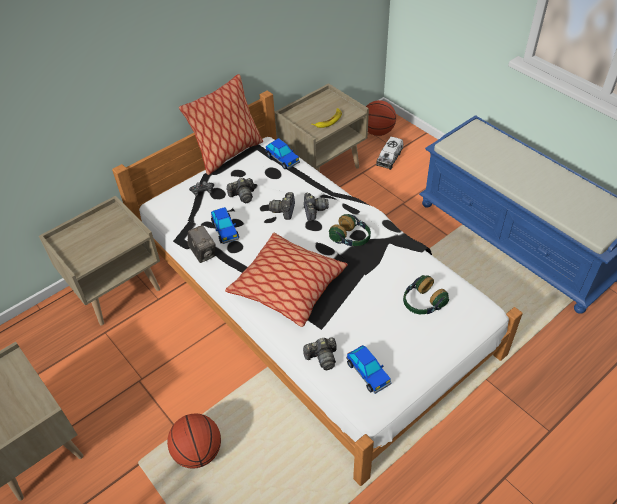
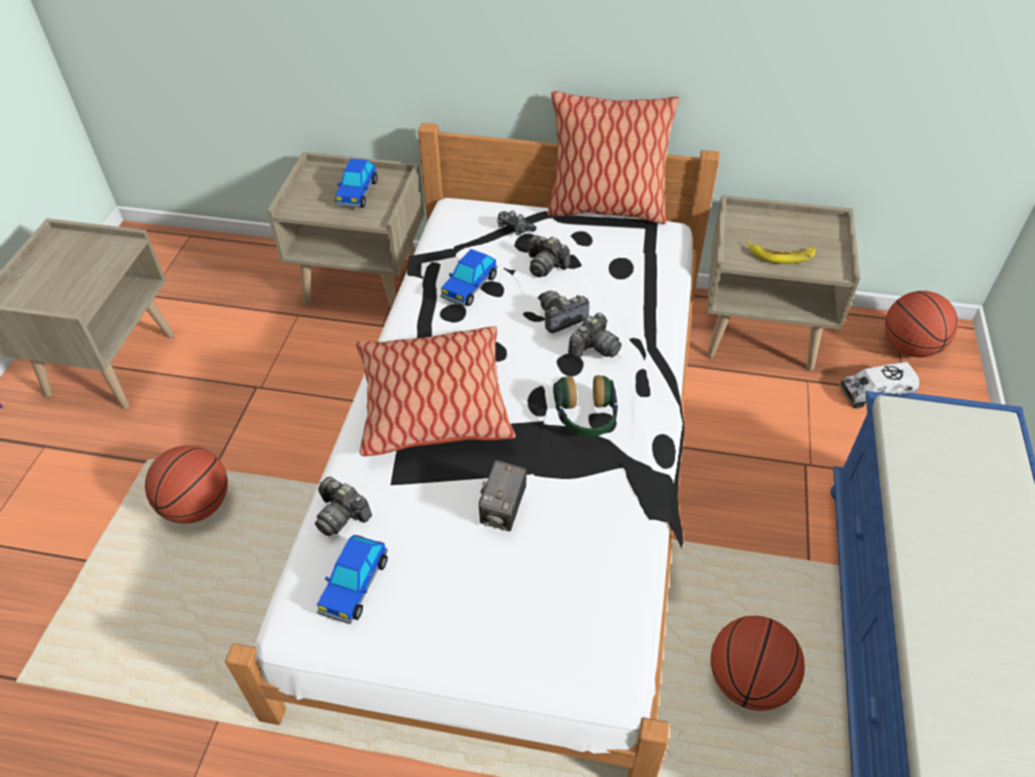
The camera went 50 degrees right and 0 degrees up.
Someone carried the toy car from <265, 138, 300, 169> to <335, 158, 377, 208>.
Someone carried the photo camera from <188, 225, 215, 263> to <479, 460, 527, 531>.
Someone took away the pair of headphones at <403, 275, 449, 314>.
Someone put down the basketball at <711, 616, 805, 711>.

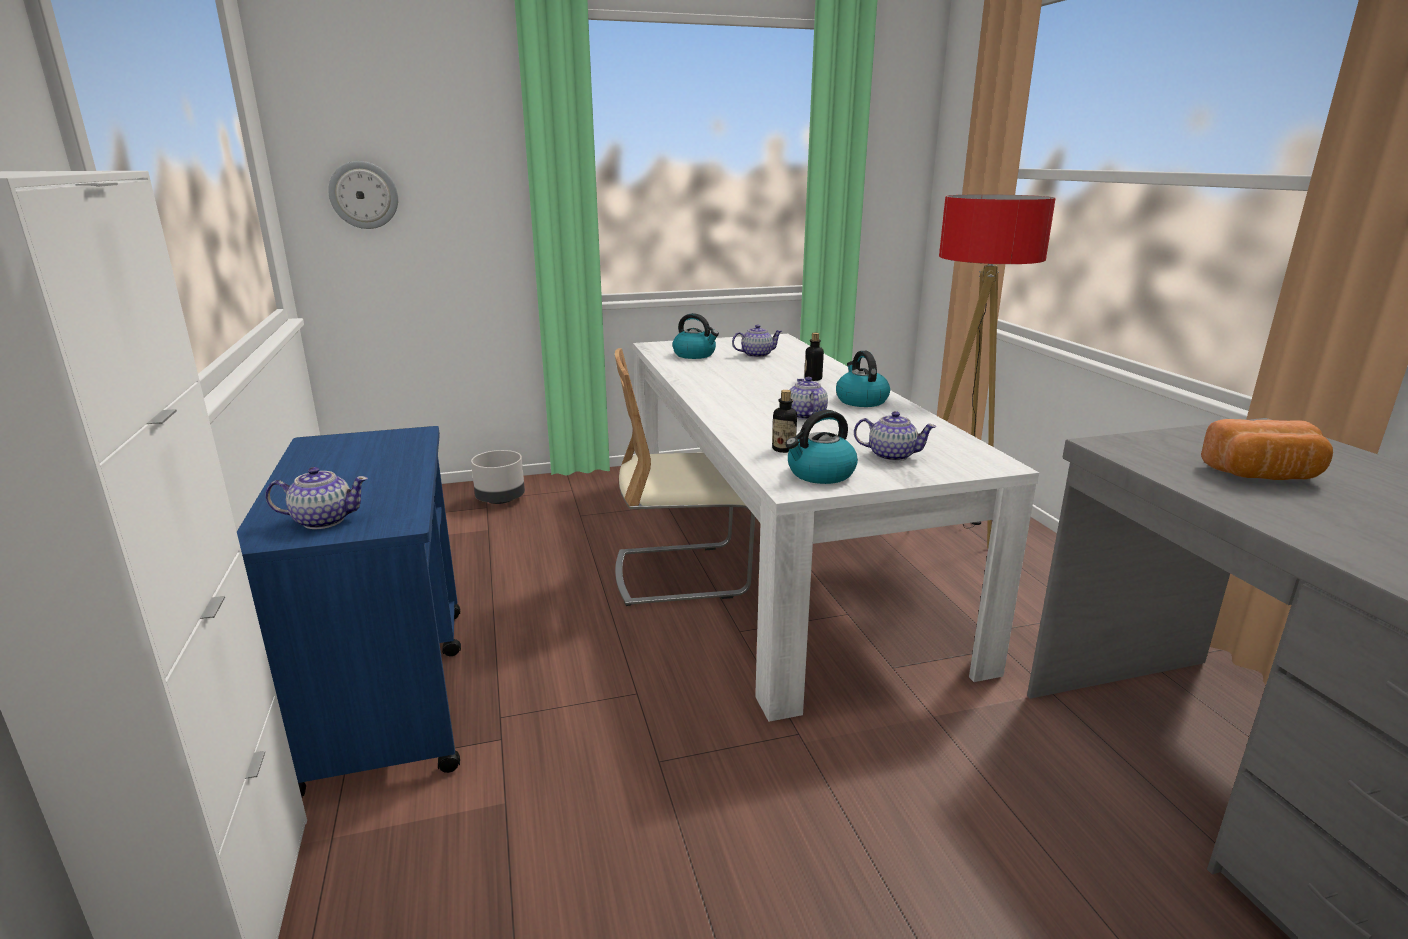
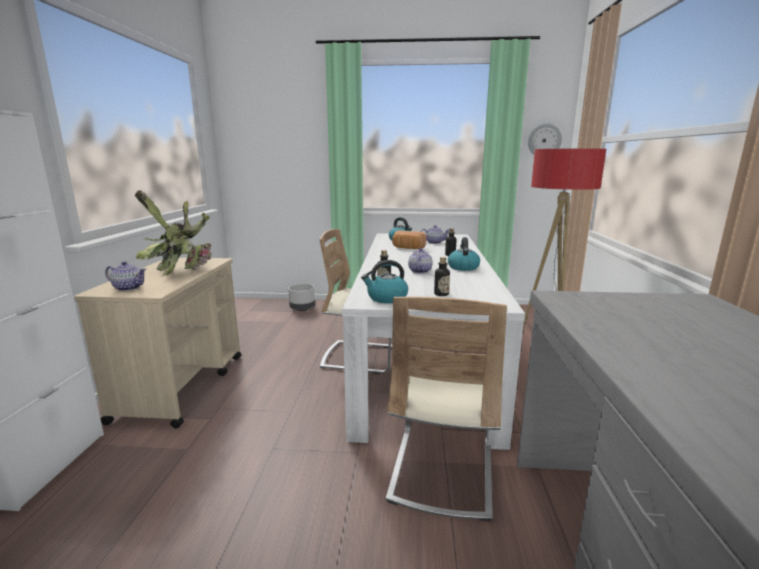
The camera went 20 degrees right and 5 degrees down.
Someone carried the clock on the wall from <328, 161, 398, 229> to <528, 123, 562, 155>.
Someone swapped the pot for tea at <854, 411, 936, 462> for the drink bottle at <434, 257, 450, 296>.
Someone carried the baked bread from <1201, 419, 1333, 480> to <392, 231, 427, 249>.
Someone repainted the bluish cart at <237, 426, 461, 797>, which became the beige-coloured cart at <74, 257, 241, 429>.
Someone put down the potted plant at <135, 190, 212, 277>.
Someone put down the beige-coloured plain chair at <386, 296, 507, 521>.

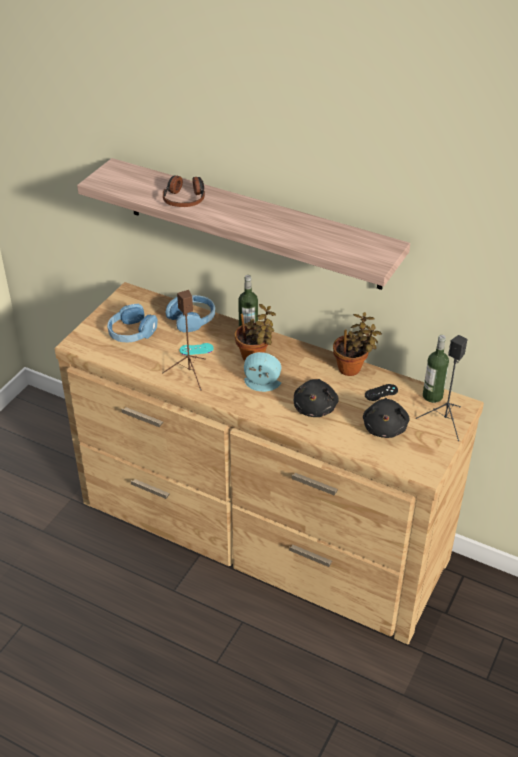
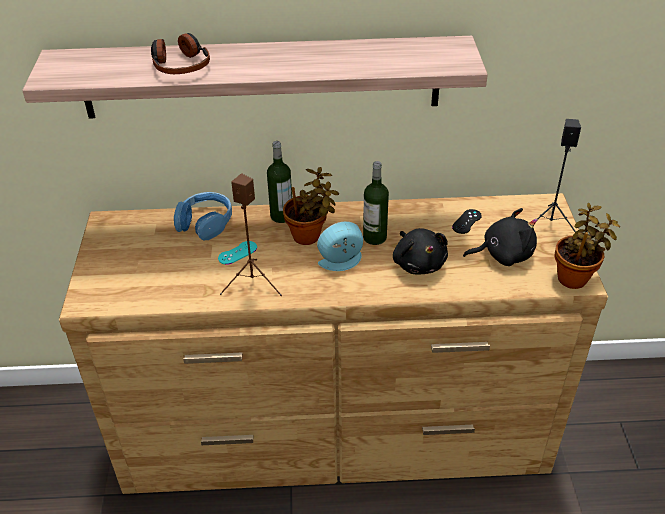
The camera went 30 degrees left and 0 degrees up.
Someone took away the bluish pair of headphones at <107, 304, 158, 343>.
Someone carried the potted plant from <333, 312, 382, 376> to <554, 203, 620, 289>.
Someone carried the drink bottle from <423, 335, 449, 403> to <363, 161, 389, 245>.
Someone rotated the blackish cuddly toy at <363, 398, 409, 438> by 75 degrees counterclockwise.

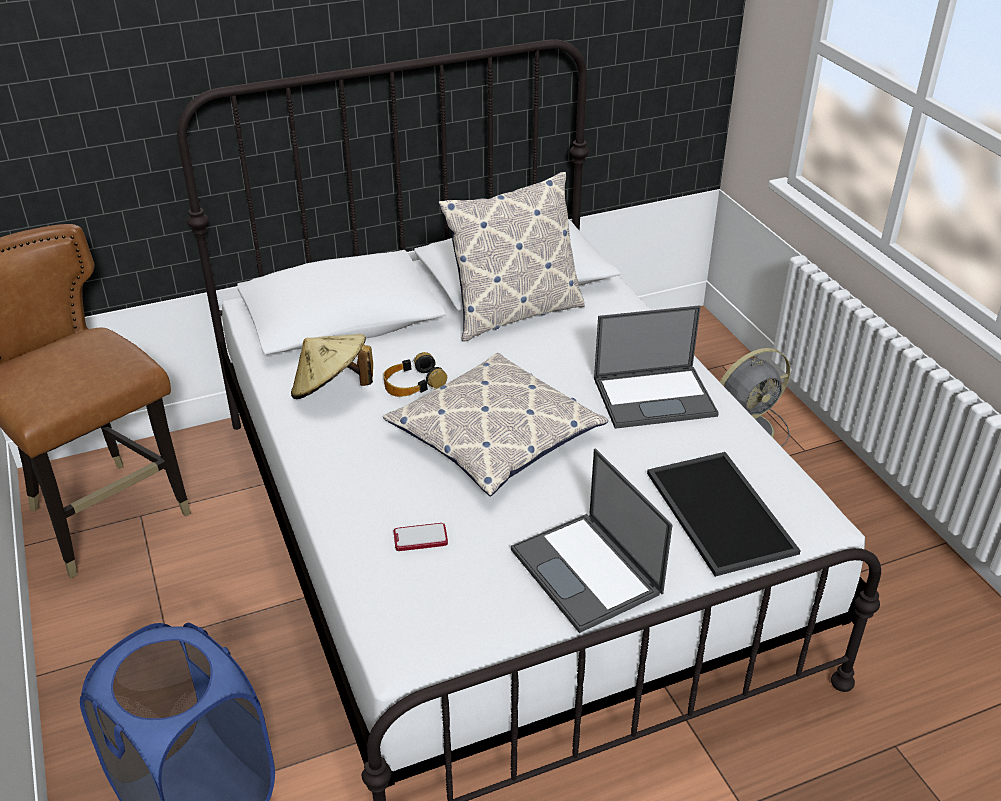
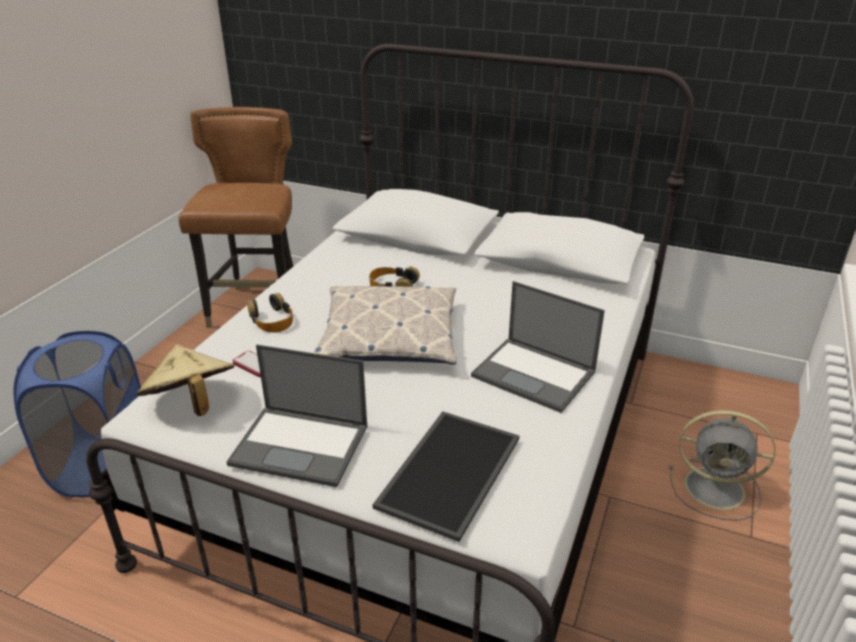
The camera went 45 degrees right and 5 degrees down.
Someone took away the cushion at <438, 172, 585, 342>.
Someone carried the beige-coloured hat from <291, 334, 373, 399> to <137, 344, 235, 416>.
Someone rotated the notebook computer at <511, 449, 673, 633> by 90 degrees counterclockwise.
Someone put down the pair of headphones at <247, 293, 293, 333>.

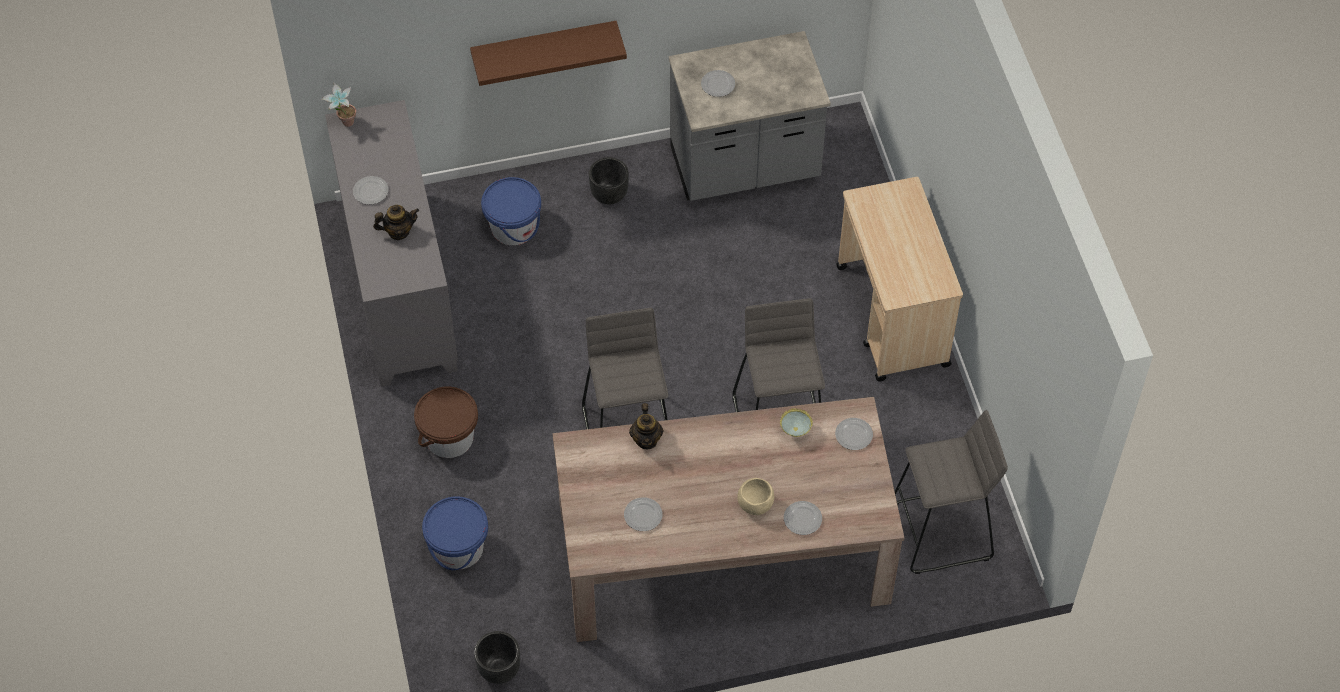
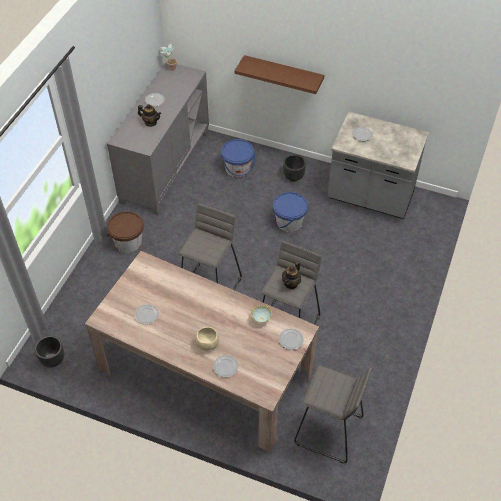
The camera went 35 degrees right and 5 degrees down.
Someone took away the beige-coloured cart at <836, 177, 963, 382>.
Someone carried the pot for tea from <629, 403, 663, 450> to <282, 261, 301, 289>.
Someone carried the bluish pail from <422, 496, 488, 570> to <273, 192, 308, 232>.

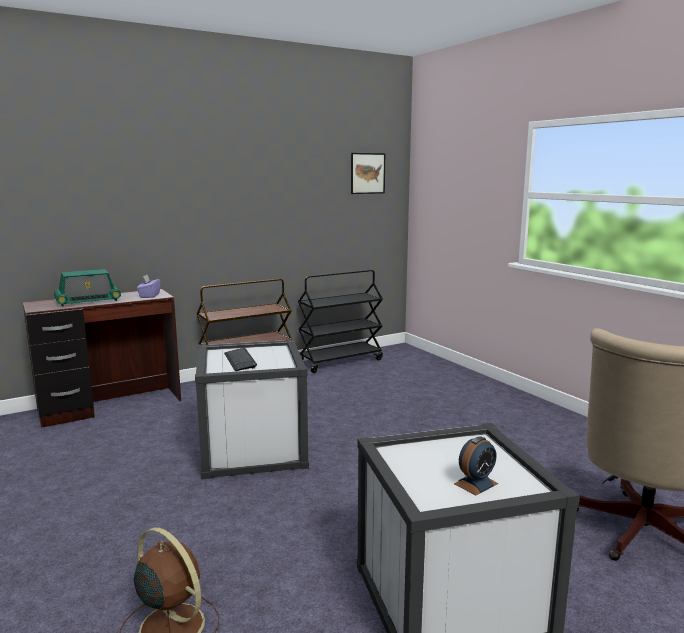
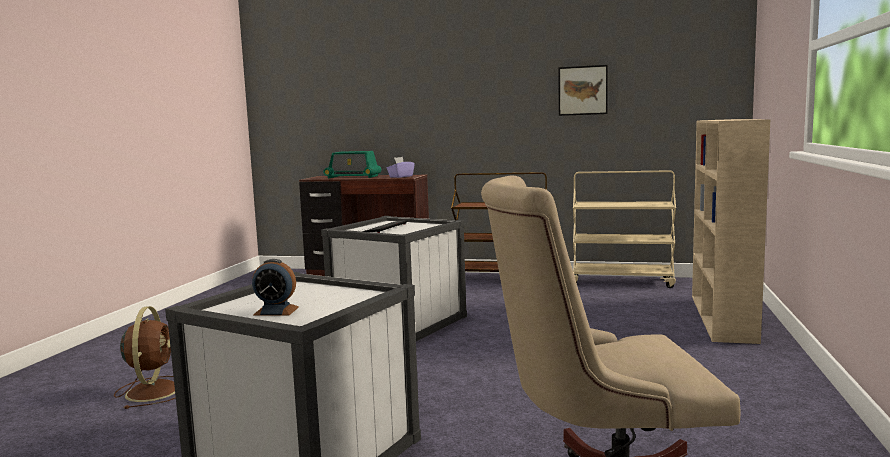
The camera went 45 degrees right and 5 degrees down.
Someone carried the wall picture from <351, 153, 385, 194> to <558, 65, 608, 116>.
Someone repainted the blackish cart at <298, 270, 383, 373>, which became the beige-coloured cart at <573, 170, 676, 288>.
Someone put down the beige-coloured bookcase at <692, 119, 770, 344>.

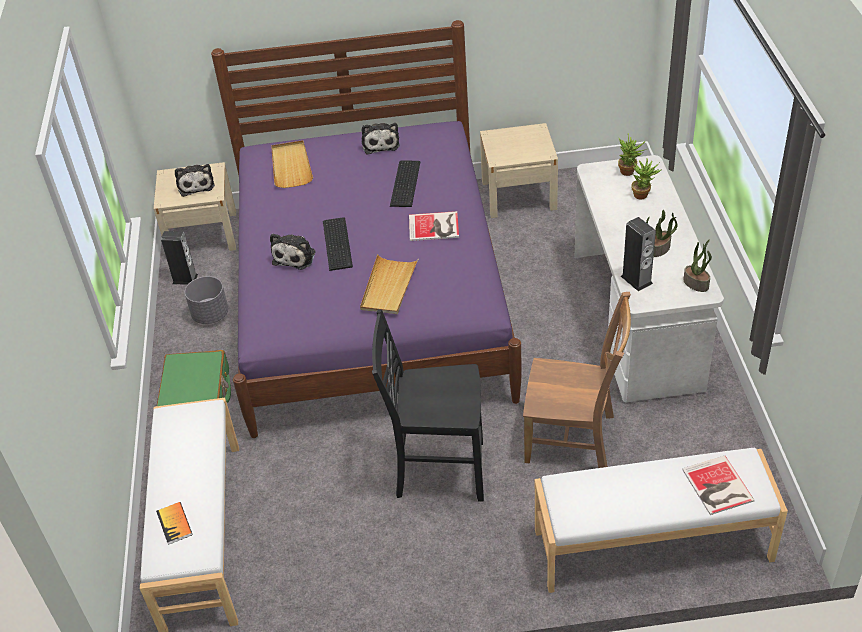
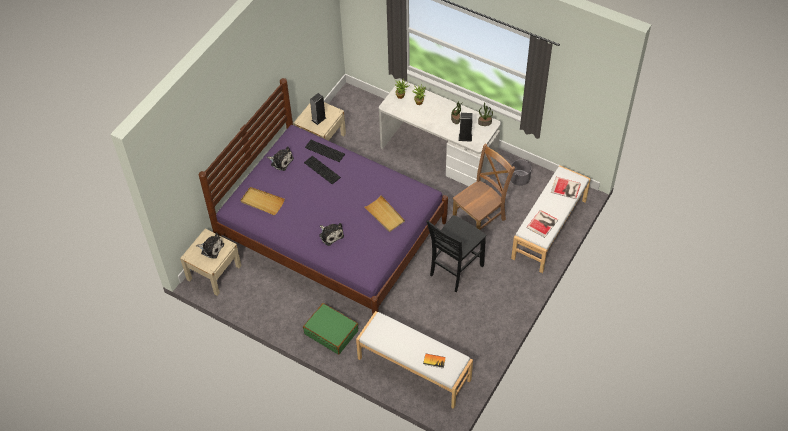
The camera went 55 degrees left and 10 degrees up.
Someone carried the volume from <409, 211, 459, 241> to <526, 210, 558, 238>.
Someone carried the PC keyboard from <323, 217, 353, 271> to <305, 140, 345, 162>.
Someone carried the speaker from <161, 231, 198, 285> to <310, 93, 326, 125>.
Someone carried the grey planter from <185, 276, 228, 324> to <511, 160, 531, 186>.

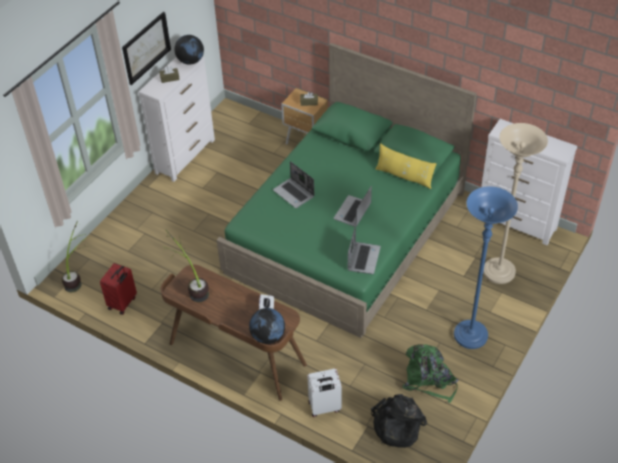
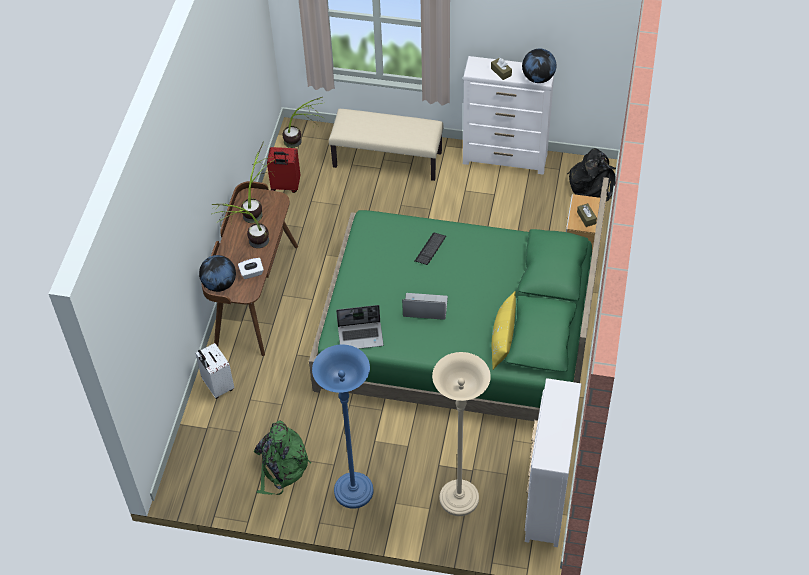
The camera went 70 degrees right and 5 degrees up.
Someone took away the wall picture at <122, 12, 171, 85>.
Someone swapped the notebook computer at <273, 161, 314, 208> for the PC keyboard at <415, 232, 446, 265>.
Someone carried the blackish backpack from <371, 394, 427, 448> to <567, 148, 616, 202>.
Someone put down the beige-coloured bench at <329, 109, 444, 181>.
Someone put down the potted plant at <211, 203, 269, 248>.

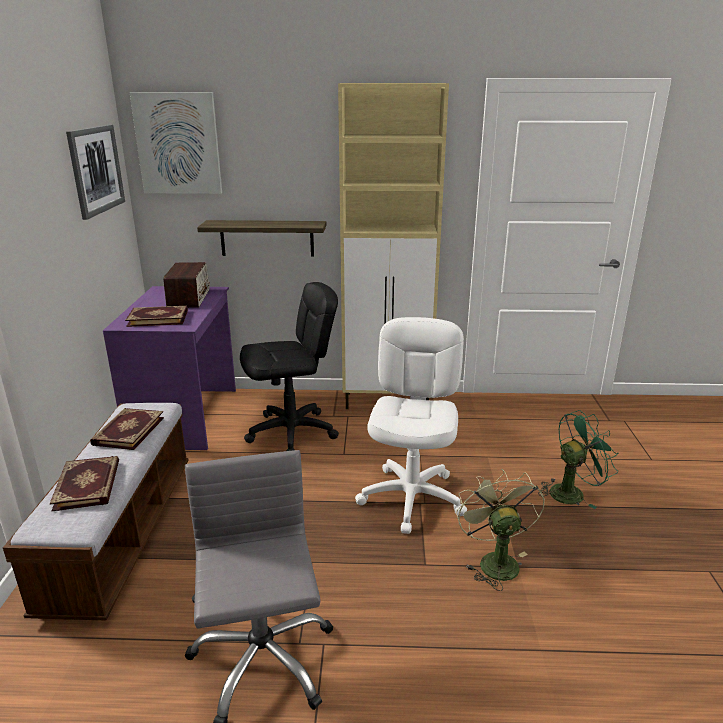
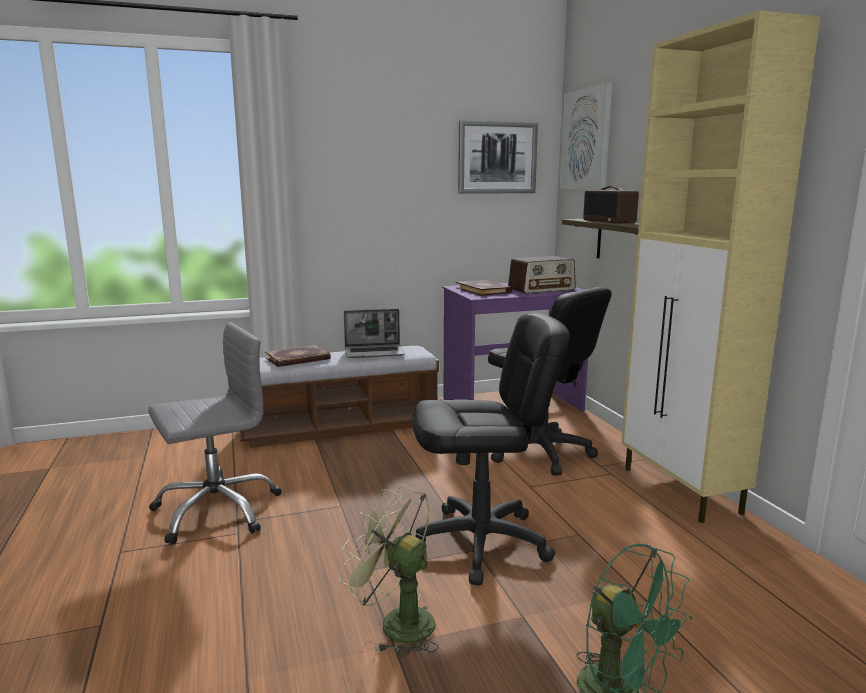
The camera went 70 degrees right and 10 degrees down.
Someone repainted the whitish office chair at <355, 317, 467, 534>, which became the blackish office chair at <412, 313, 570, 585>.
Someone swapped the volume at <90, 408, 164, 450> for the notebook computer at <344, 309, 405, 358>.
Someone rotated the green fan at <456, 469, 545, 591> by 120 degrees counterclockwise.
Someone put down the radio receiver at <583, 186, 639, 223>.

